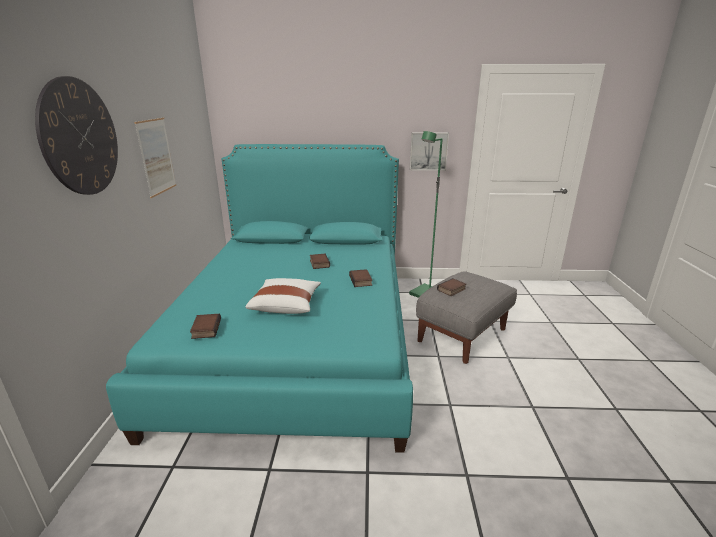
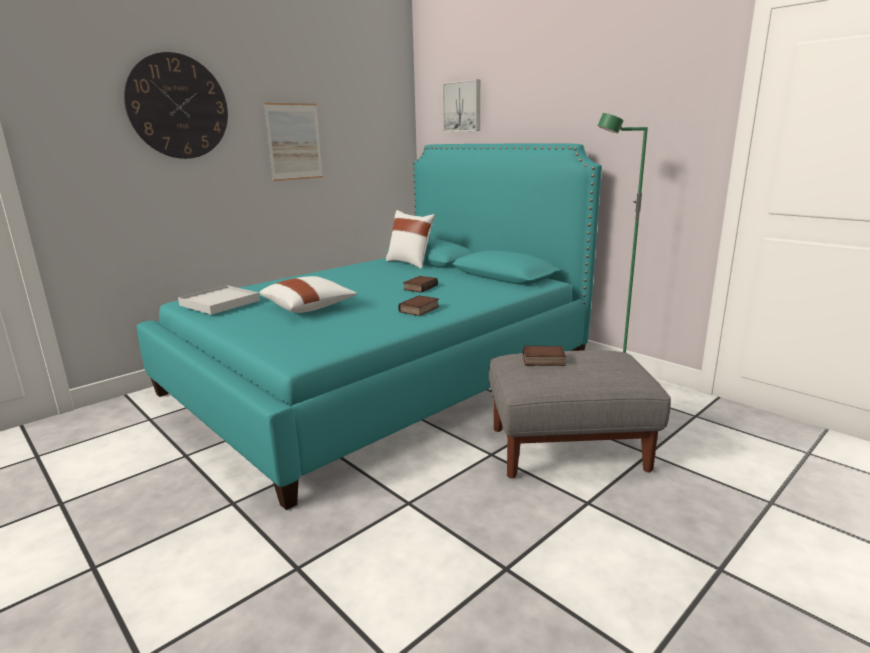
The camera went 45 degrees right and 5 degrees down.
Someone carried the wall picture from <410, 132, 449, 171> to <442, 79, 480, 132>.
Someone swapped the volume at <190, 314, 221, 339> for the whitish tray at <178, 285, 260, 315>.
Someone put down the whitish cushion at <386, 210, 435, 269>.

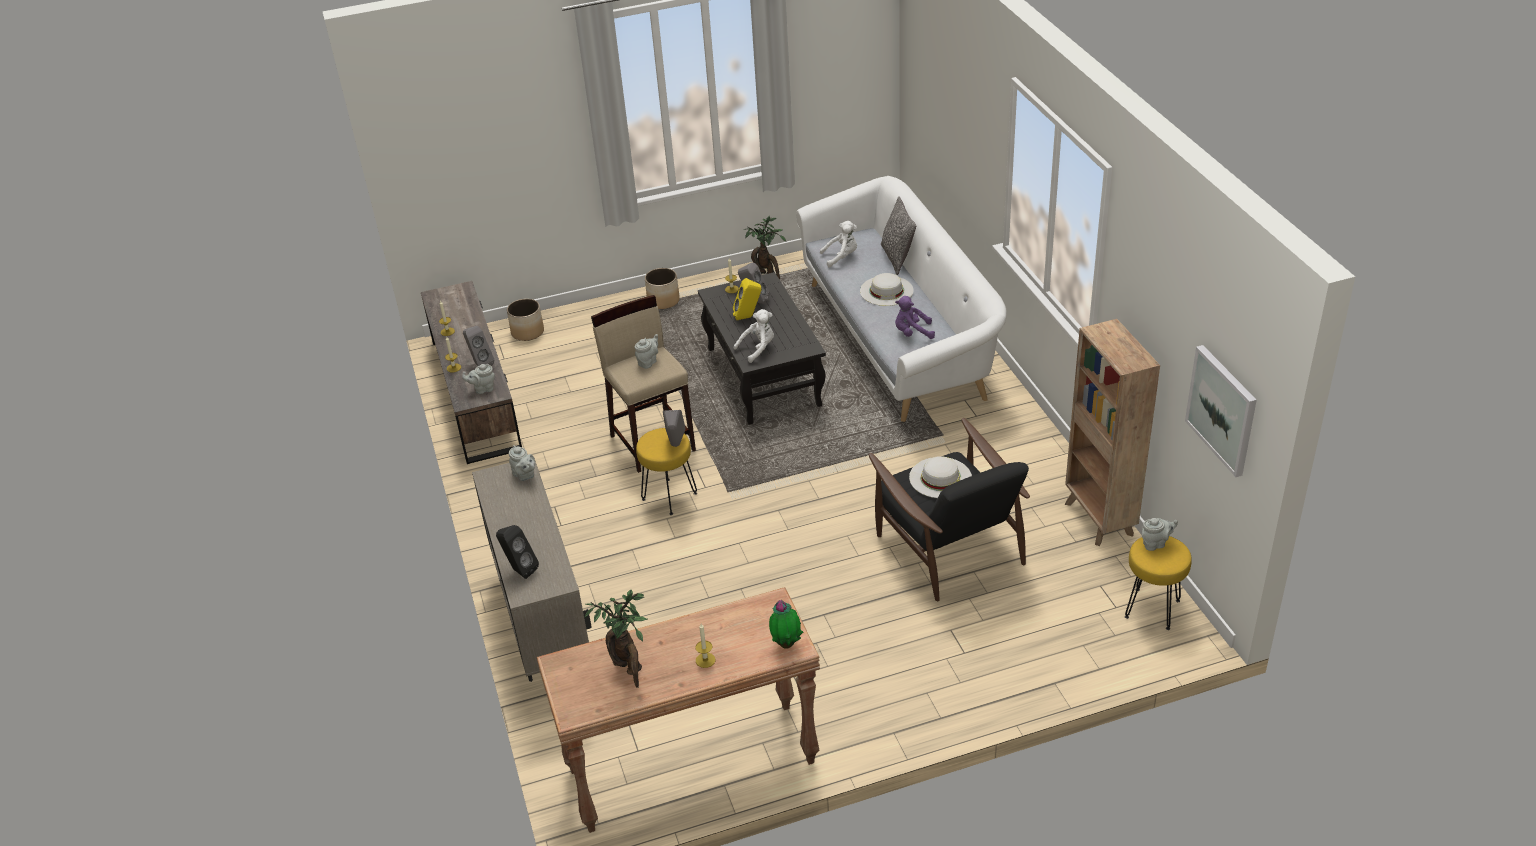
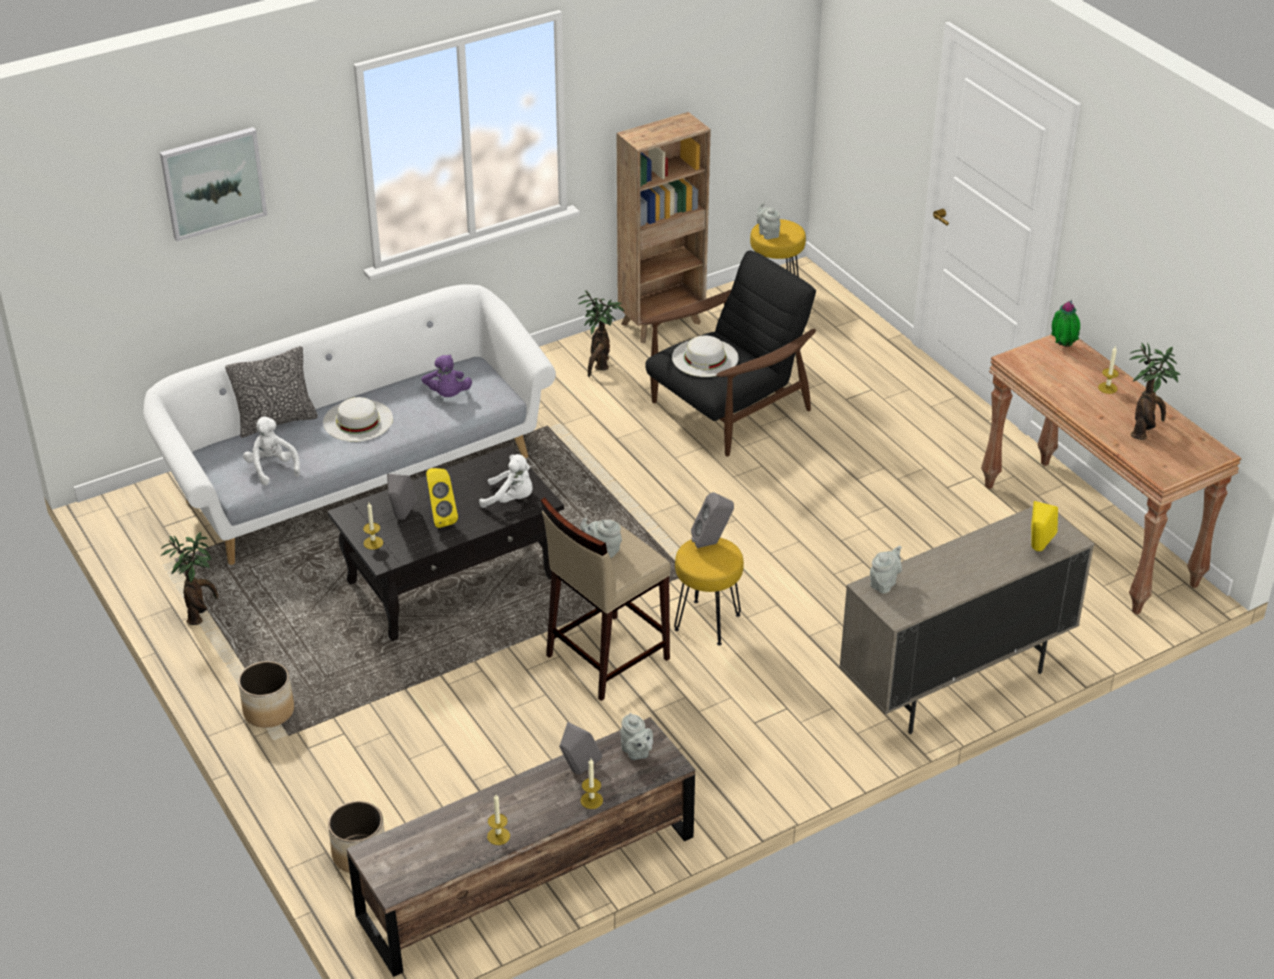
The camera went 105 degrees left and 0 degrees up.
Someone rotated the whitish cuddly toy at <734, 309, 774, 363> by 150 degrees clockwise.
Someone carried the wall picture from <1185, 345, 1257, 477> to <160, 127, 267, 241>.
Someone repainted the blackish speaker at <496, 525, 539, 579>, which became the yellow speaker at <1031, 501, 1058, 551>.
Someone put down the potted plant at <578, 290, 625, 377>.

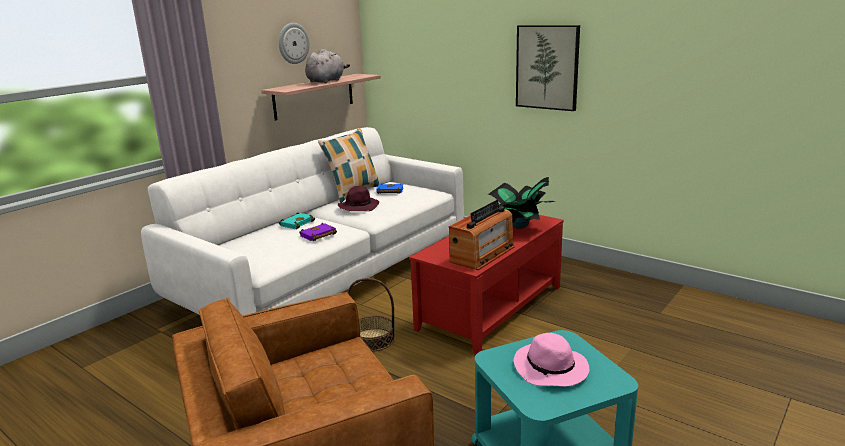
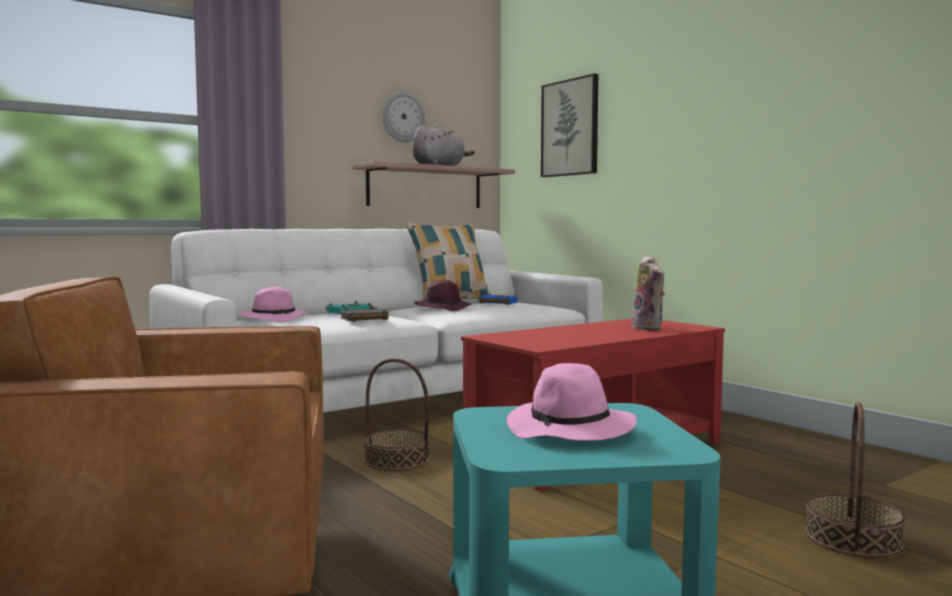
The camera went 15 degrees right and 15 degrees down.
Someone carried the wall picture from <516, 25, 580, 111> to <541, 73, 598, 177>.
Someone swapped the potted plant at <488, 177, 555, 229> for the cuddly toy at <631, 255, 665, 330>.
Someone took away the radio receiver at <449, 200, 514, 270>.
Someone repainted the purple volume at <299, 223, 337, 241>, which became the blackish volume at <340, 307, 389, 322>.
Someone put down the pink-coloured hat at <239, 286, 308, 322>.
Someone put down the storage basket at <805, 402, 905, 558>.

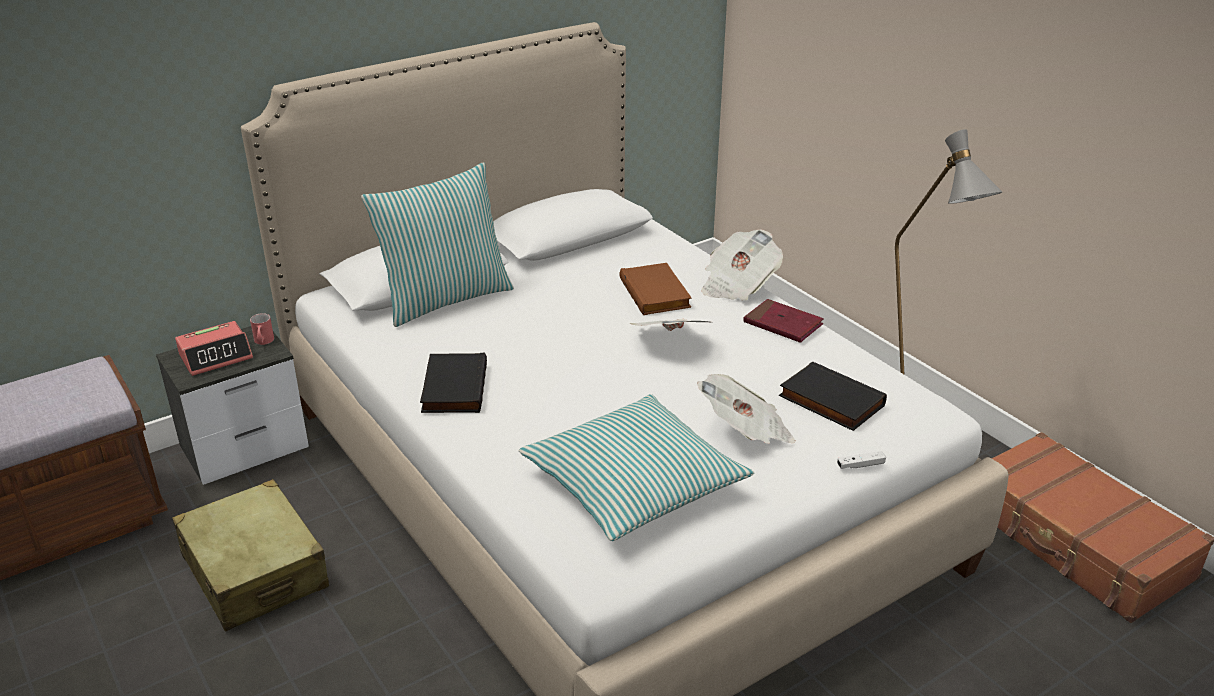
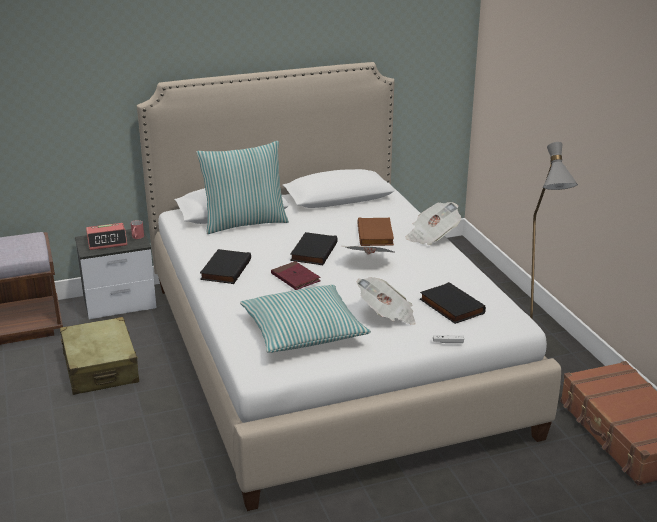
The camera went 15 degrees right and 5 degrees down.
Someone carried the red volume from <744, 299, 824, 343> to <271, 261, 321, 290>.
Someone put down the blackish volume at <290, 232, 338, 265>.

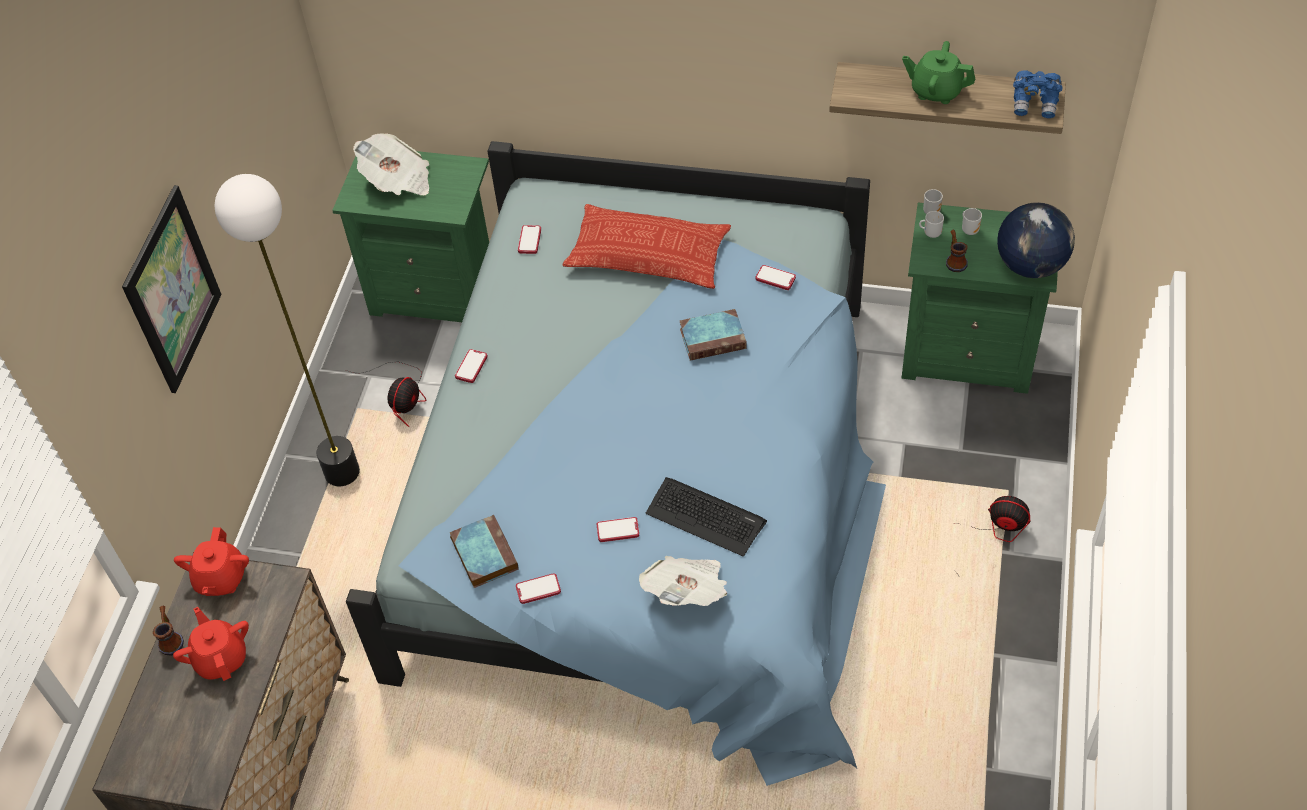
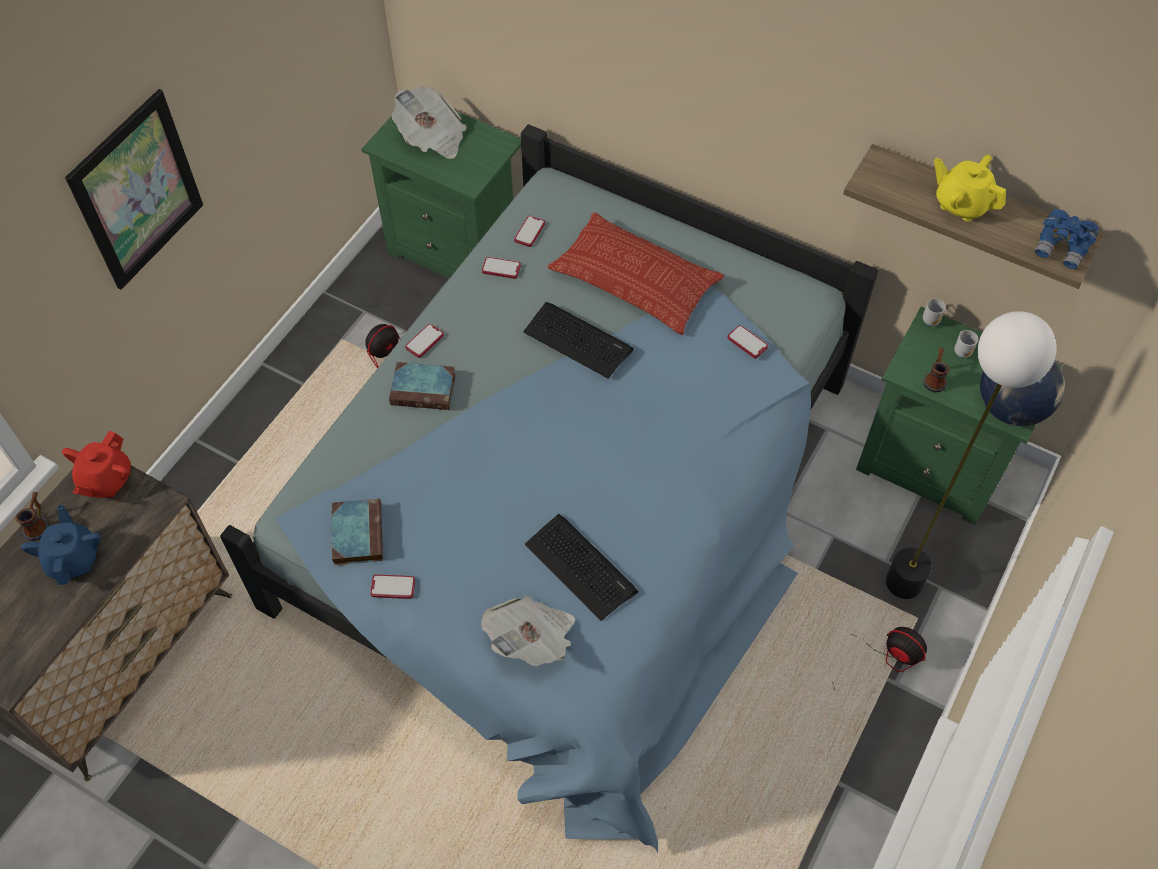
The camera went 15 degrees right and 5 degrees up.
Someone repainted the green pot for tea at <902, 41, 975, 104>, which became the yellow pot for tea at <934, 155, 1006, 222>.
Someone carried the floor lamp from <215, 174, 360, 486> to <886, 311, 1057, 599>.
Someone took away the tea mug at <919, 211, 944, 238>.
Someone carried the volume from <680, 309, 747, 361> to <389, 362, 456, 410>.
Someone carried the phone from <597, 517, 639, 542> to <482, 257, 521, 279>.
Someone repainted the red pot for tea at <173, 607, 249, 681>, which became the bluish pot for tea at <21, 505, 101, 585>.
Someone put down the PC keyboard at <523, 302, 634, 378>.

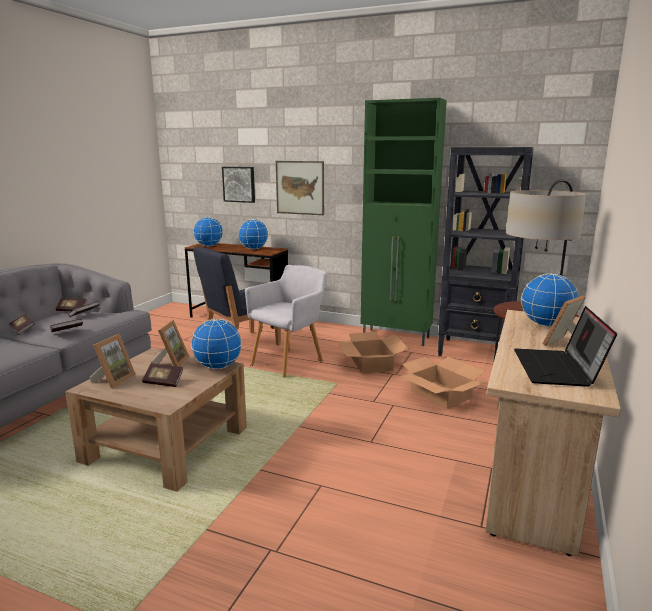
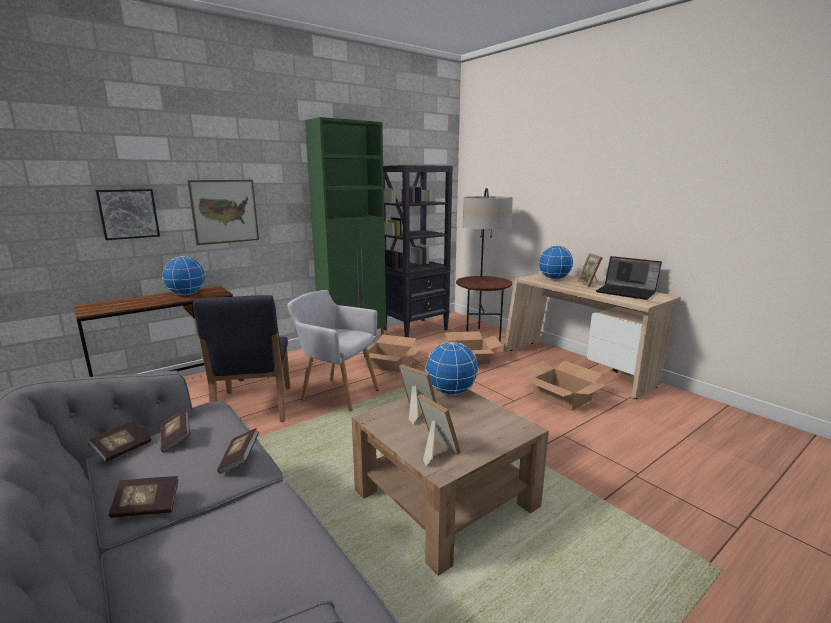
The camera went 60 degrees left and 0 degrees up.
Someone took away the world globe at <193, 217, 223, 247>.
Someone rotated the grey armchair at <245, 265, 328, 378> by 45 degrees counterclockwise.
Someone took away the volume at <142, 363, 183, 387>.
Someone put down the packing box at <524, 360, 608, 411>.

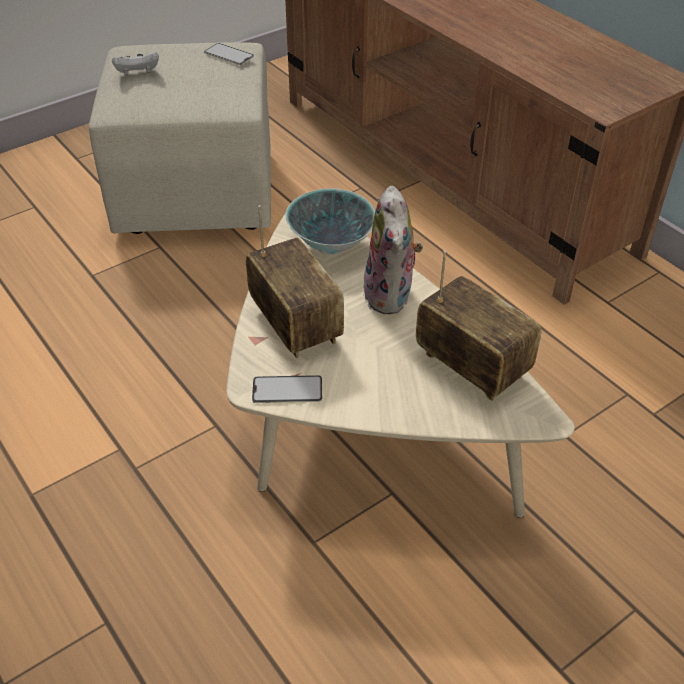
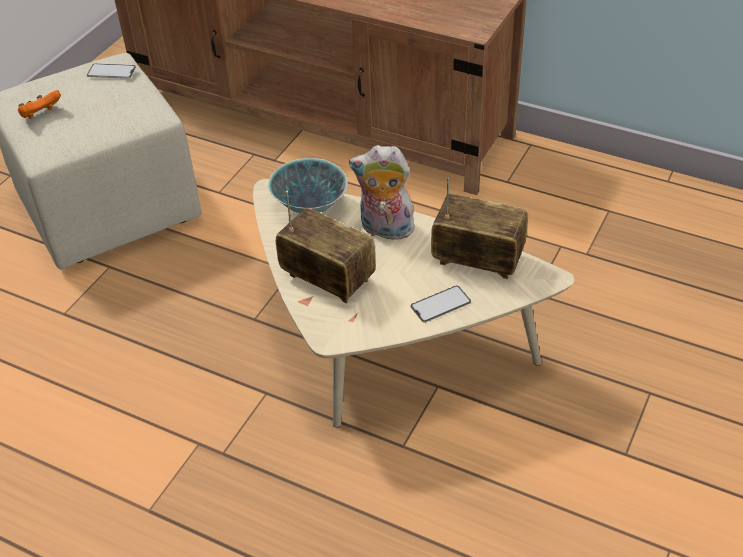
The camera went 25 degrees left and 0 degrees up.
Someone repainted the whitish game controller at <112, 52, 159, 75>, which became the orange-coloured game controller at <18, 90, 61, 119>.
Someone rotated the cuddly toy at <363, 186, 423, 314> by 135 degrees clockwise.
Someone carried the phone from <252, 375, 322, 403> to <411, 285, 471, 323>.

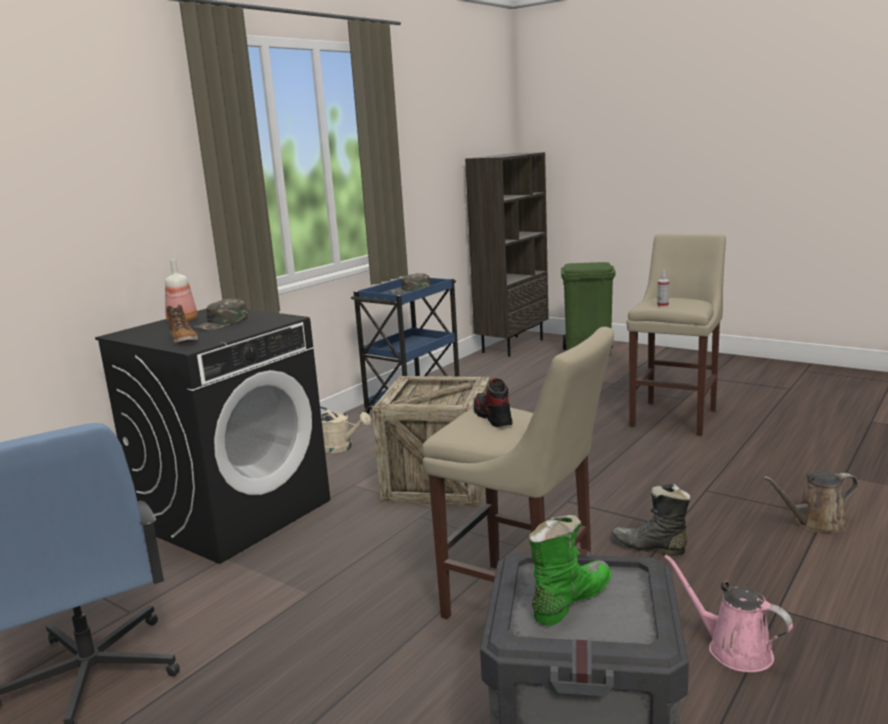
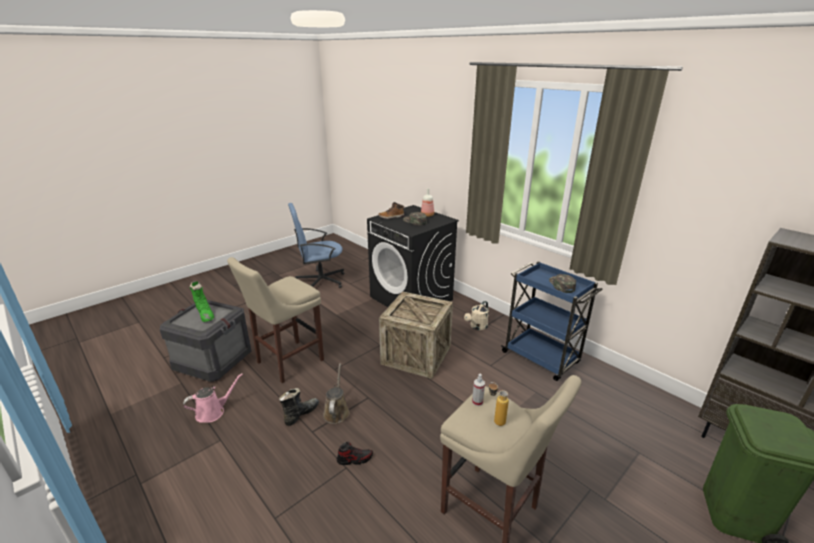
The camera went 100 degrees right and 10 degrees up.
Someone carried the shoe from <473, 378, 513, 427> to <337, 442, 373, 465>.
Someone carried the brown sprinkling can from <762, 471, 858, 533> to <323, 363, 350, 424>.
Someone put down the drink bottle at <489, 382, 509, 426>.

